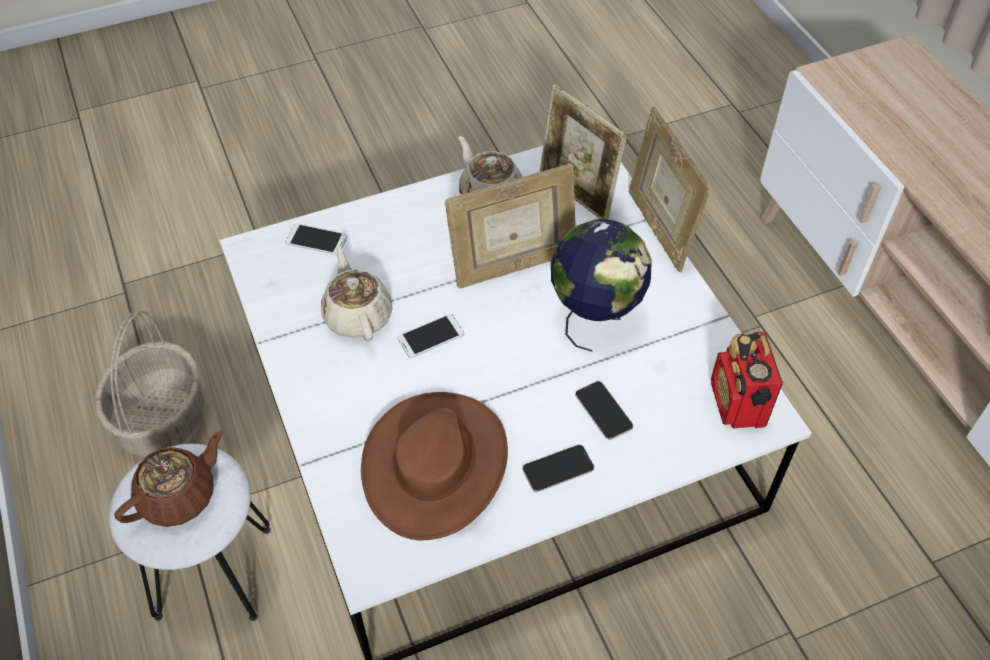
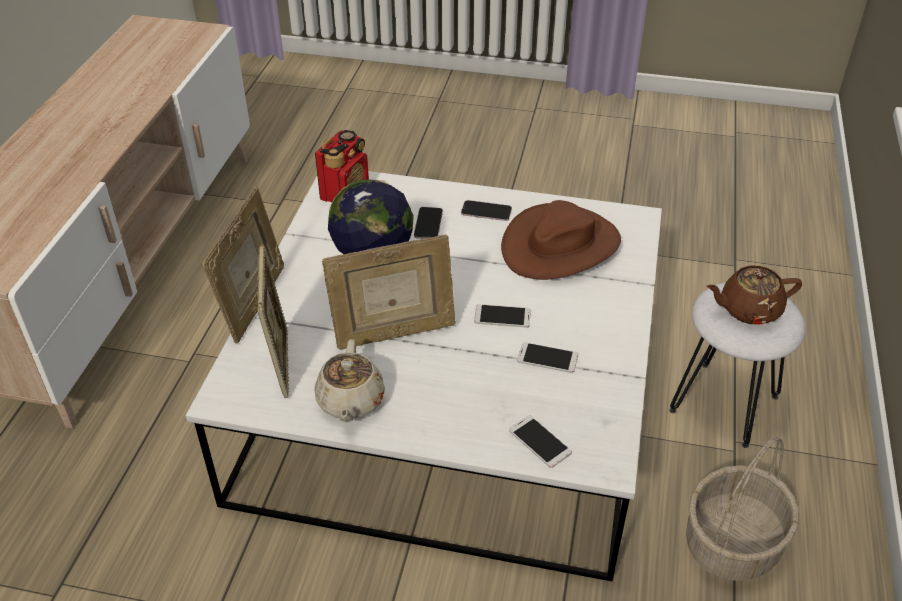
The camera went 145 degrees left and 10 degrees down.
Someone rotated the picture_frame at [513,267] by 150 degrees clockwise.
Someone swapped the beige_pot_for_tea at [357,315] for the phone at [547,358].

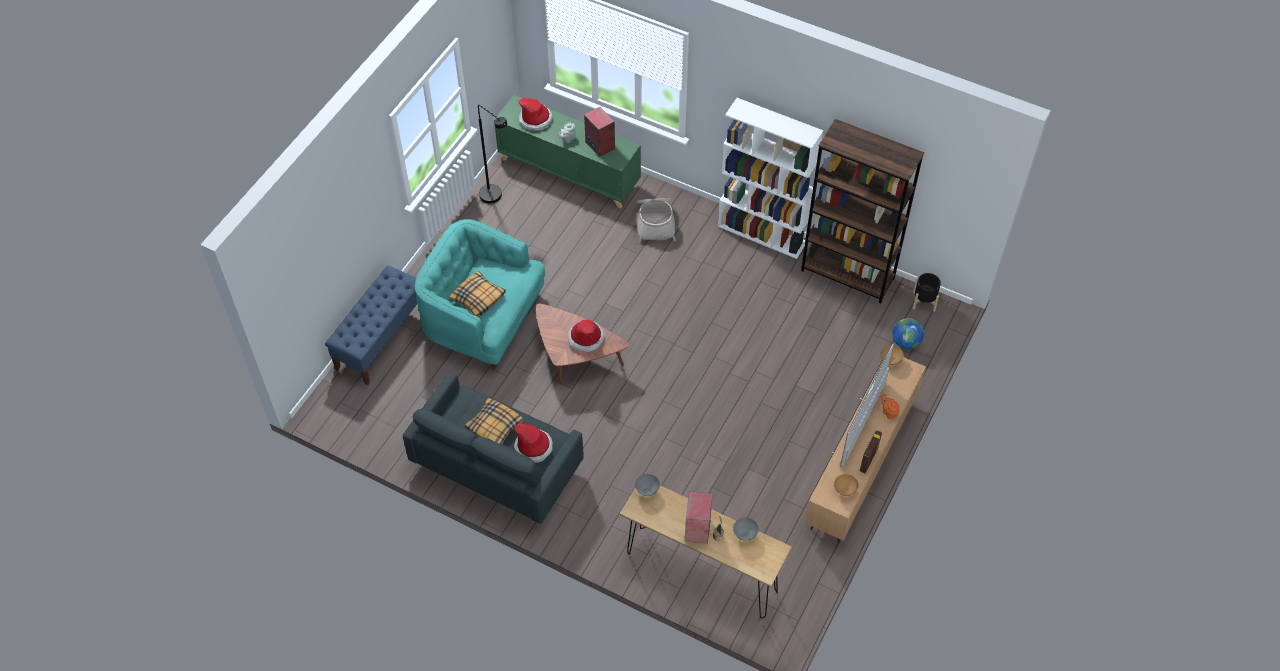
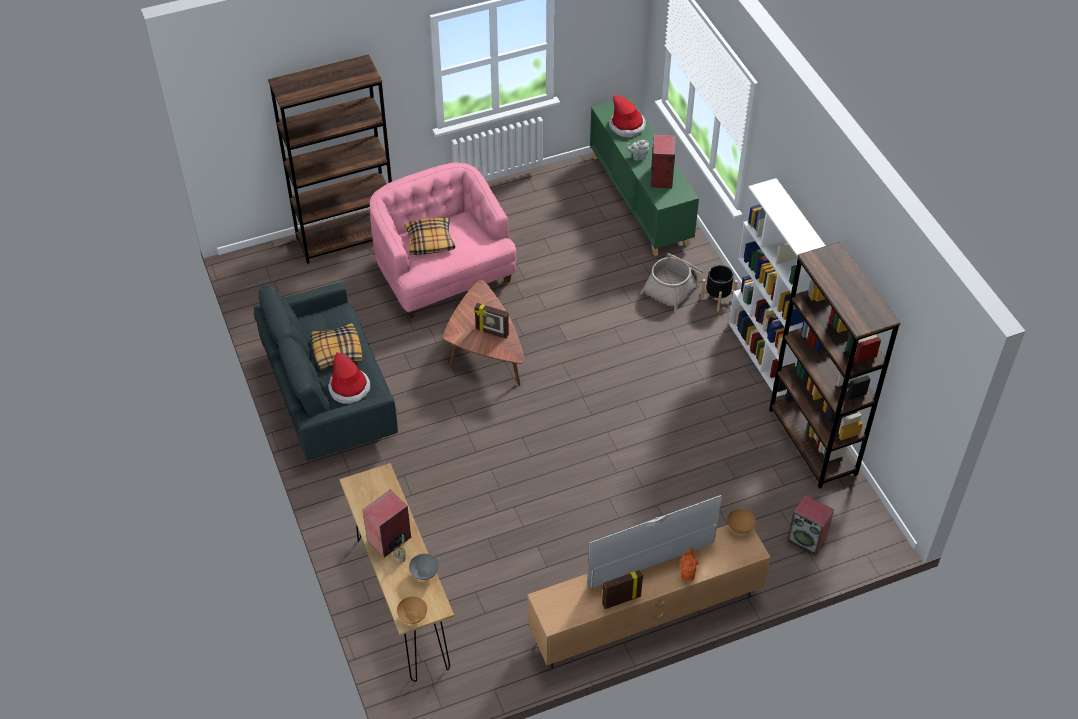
The camera went 40 degrees right and 5 degrees down.
Someone swapped the blue-coloured_bench at [381,338] for the brownish_bookshelf at [347,238].
Someone repainted the turquoise-coloured_easy_chair at [483,319], which became the pinkish_easy_chair at [443,273].
Someone carried the brownish_serving_bowl from [844,490] to [412,617].
Someone swapped the wearable_hat at [586,338] for the picture_frame at [492,332].
Someone carried the black-coloured_flower_pot from [924,301] to [717,298].
Someone swapped the desk_globe at [905,342] for the audio_speaker at [807,539].
Someone took away the black-coloured_standing_lamp at [495,198].
Someone took away the greyish_serving_bowl at [647,490].

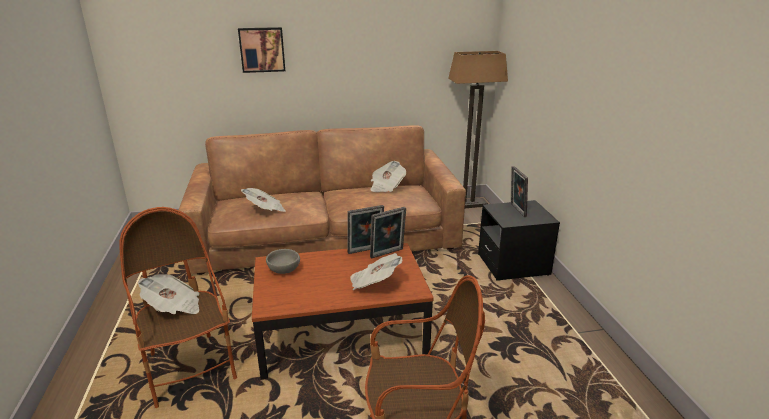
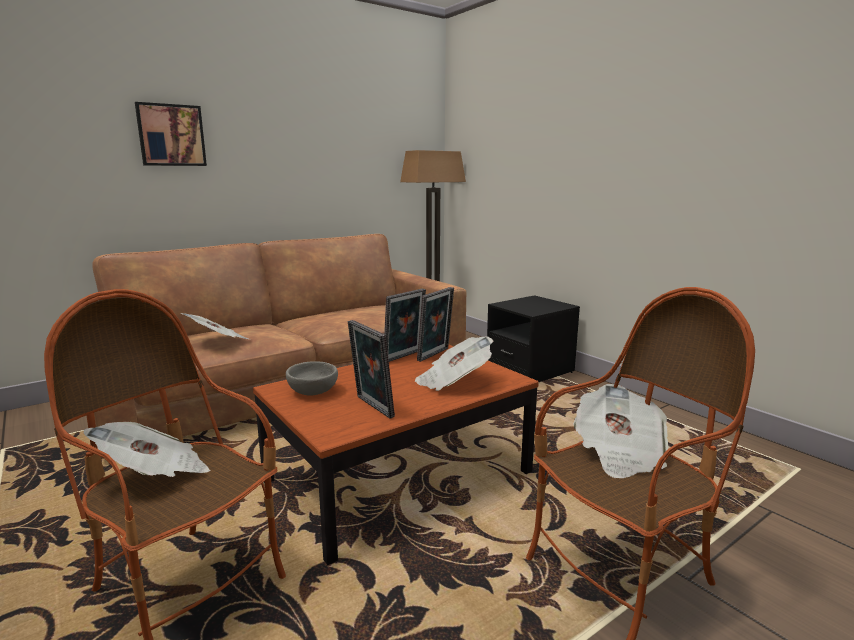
The camera went 25 degrees left and 10 degrees down.
Someone carried the picture_frame from [516,210] to [371,407].
Someone carried the printed_paper from [386,186] to [618,453].

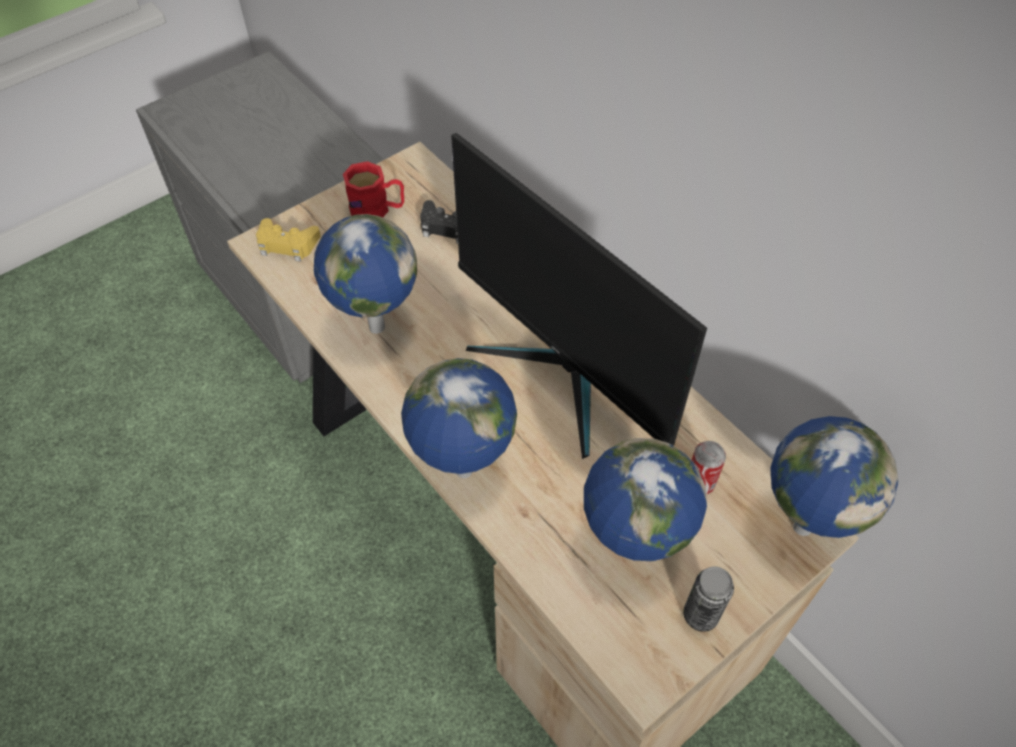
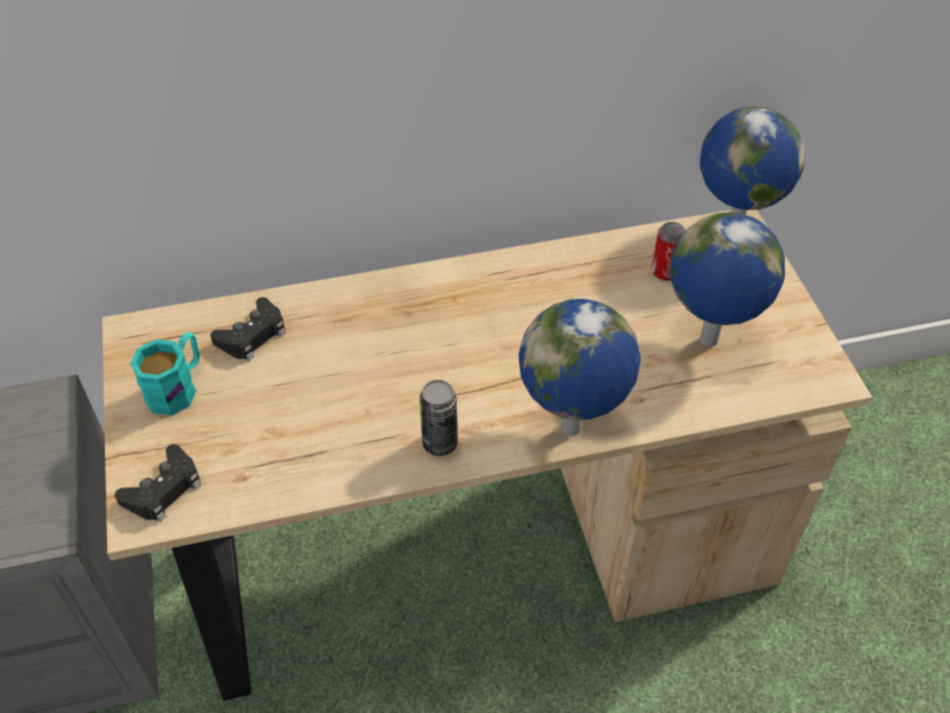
The camera went 65 degrees left and 5 degrees down.
Someone repainted the yellow-coloured_game_controller at [287,244], which became the black-coloured_game_controller at [164,490].
Someone repainted the red_mug at [377,210], which became the turquoise-coloured_mug at [178,387].
Someone carried the metal_can from [700,615] to [439,443].
Someone took away the desk_globe at [375,327].
Someone took away the computer_screen at [563,372].

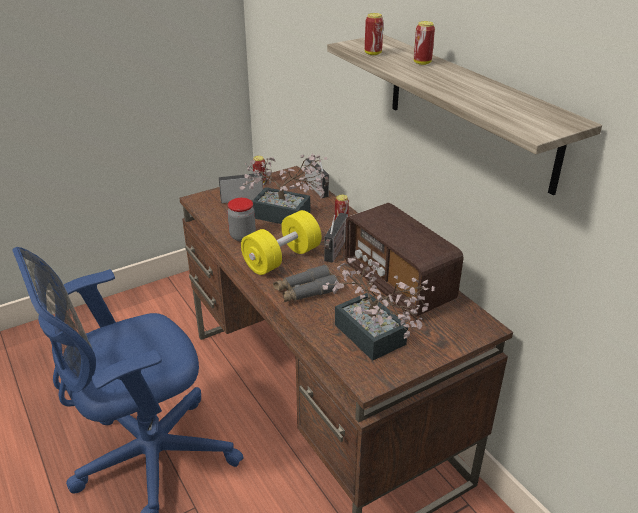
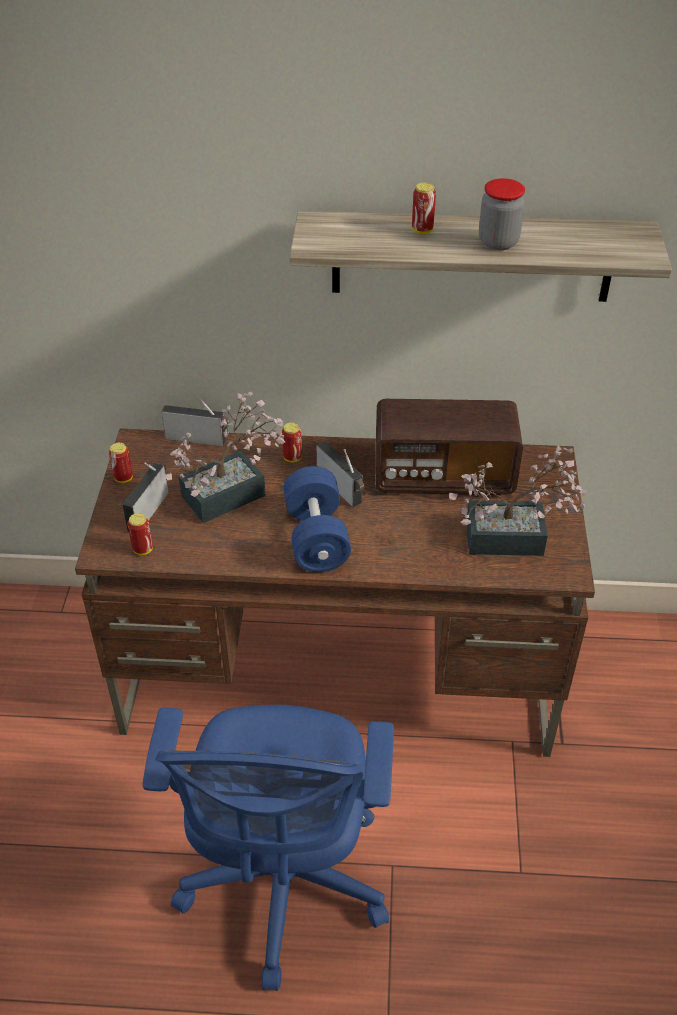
The camera went 55 degrees left and 10 degrees up.
Someone carried the metal_can from [373,53] to [143,549].
Someone repainted the yellow-coloured_dumbbell at [282,258], which became the blue-coloured_dumbbell at [316,537].
Someone carried the storage_jar from [242,236] to [498,242].
Someone took away the greyish_binoculars at [305,291].

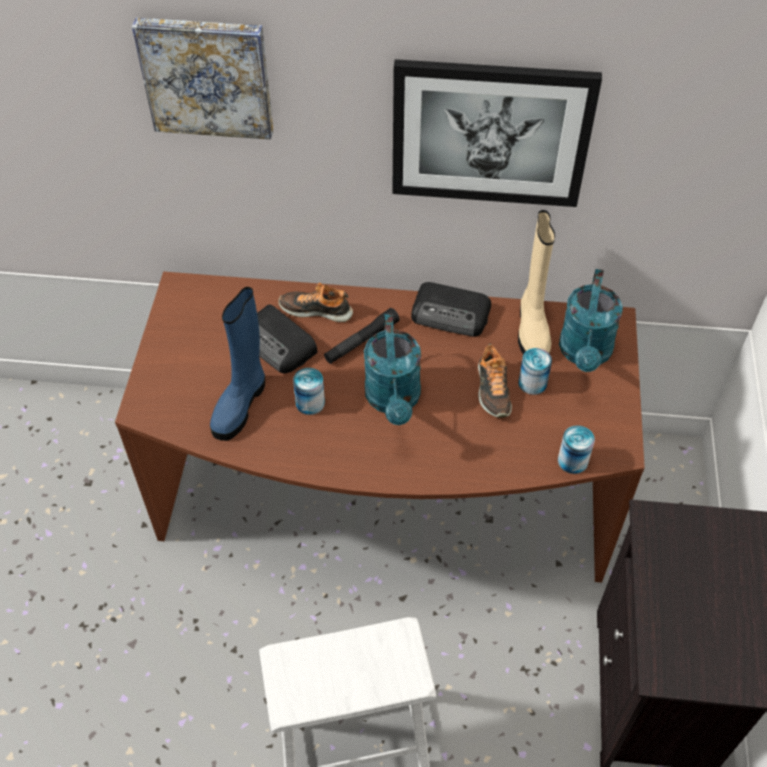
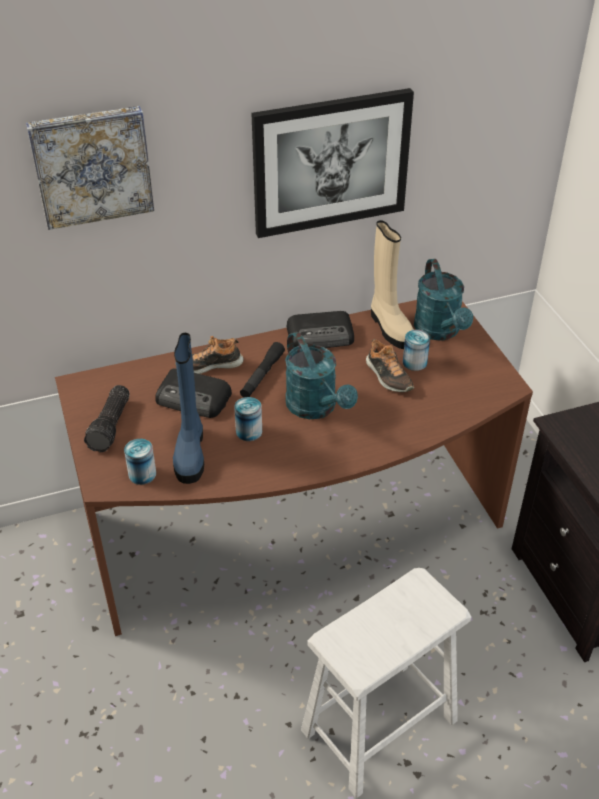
The camera went 25 degrees left and 10 degrees down.
Someone put down the flashlight at [112,426].
Someone carried the metal_can from [572,461] to [142,474].

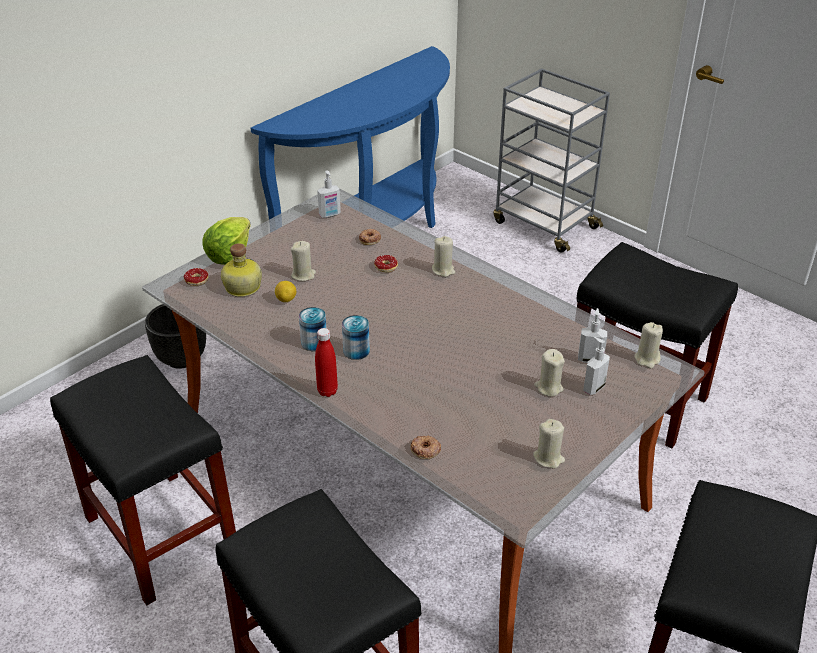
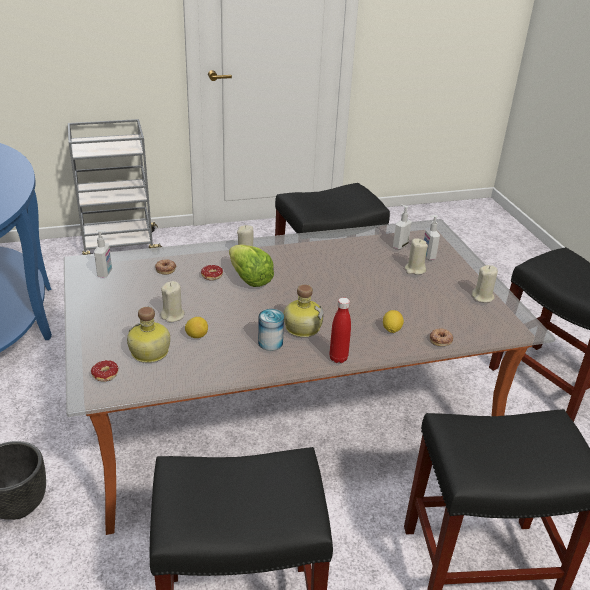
The camera went 60 degrees left and 5 degrees down.
Someone carried the head_of_lettuce from [230,254] to [249,279].
Someone swapped the metal_can at [356,351] for the beverage_bottle at [302,327].
Someone put down the lemon at [391,329].
Someone took away the beige_wax_candle at [647,359].

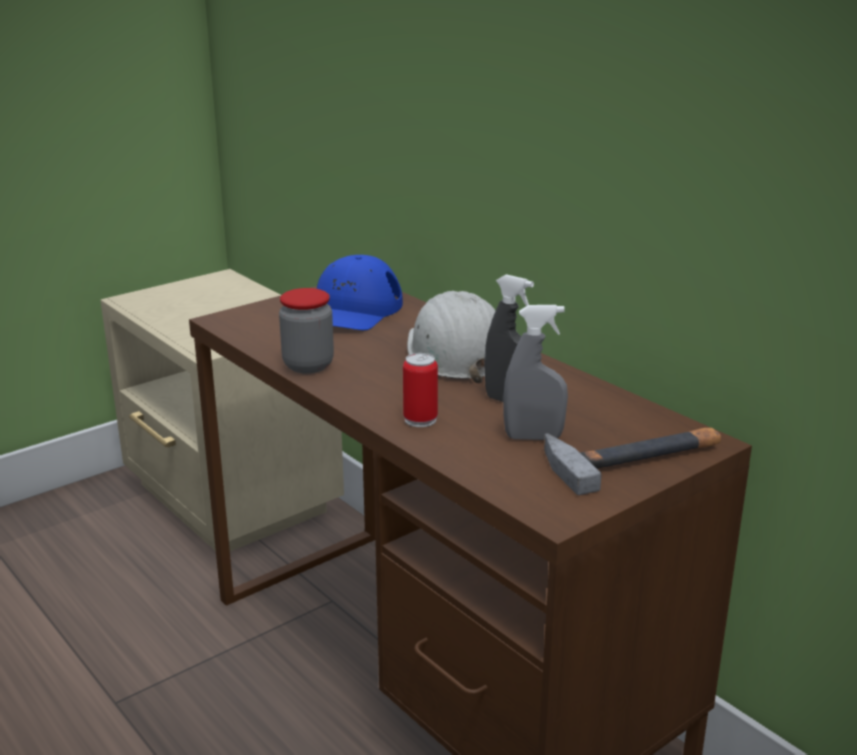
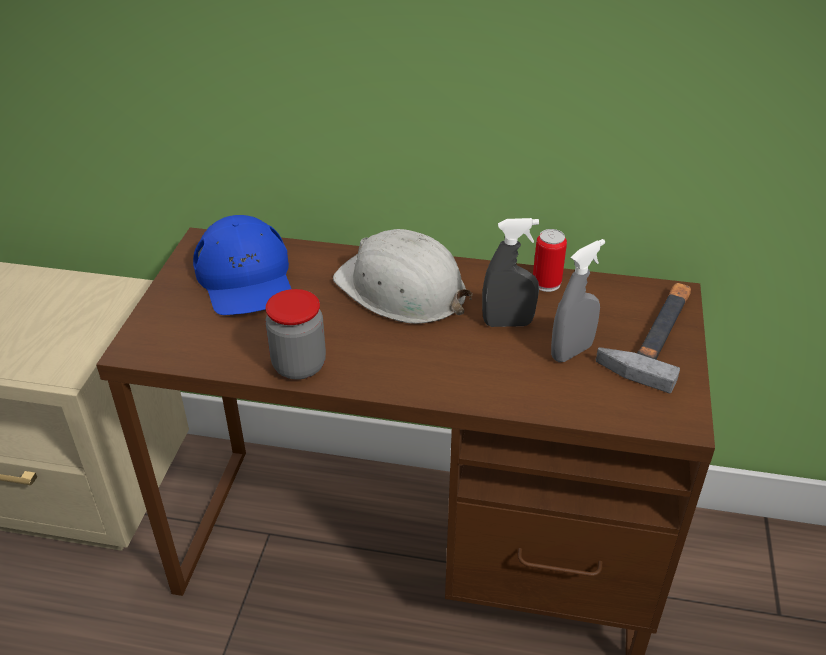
The camera went 40 degrees left and 15 degrees up.
Someone carried the metal_can from [420,419] to [546,283].

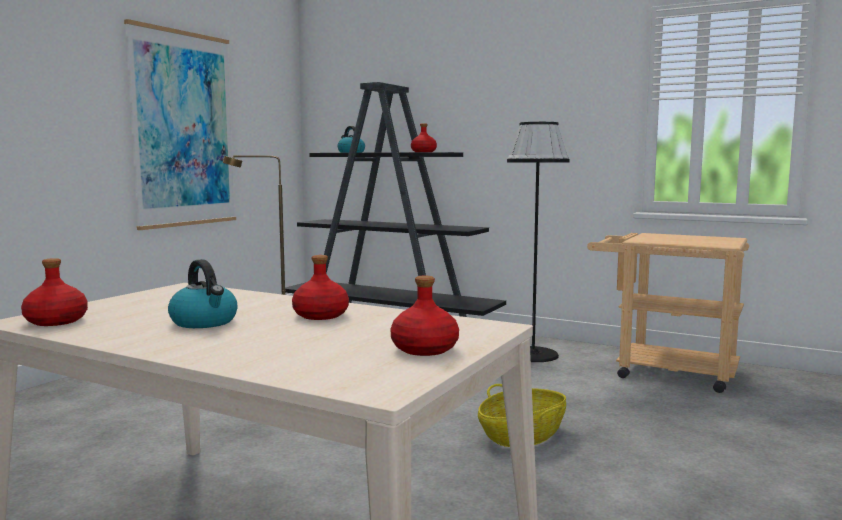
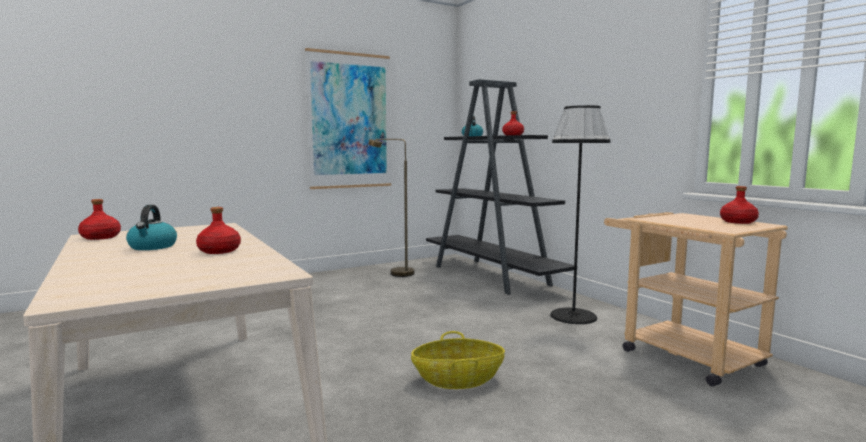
The camera went 30 degrees right and 0 degrees up.
Someone carried the red_beverage_bottle from [425,349] to [738,222].

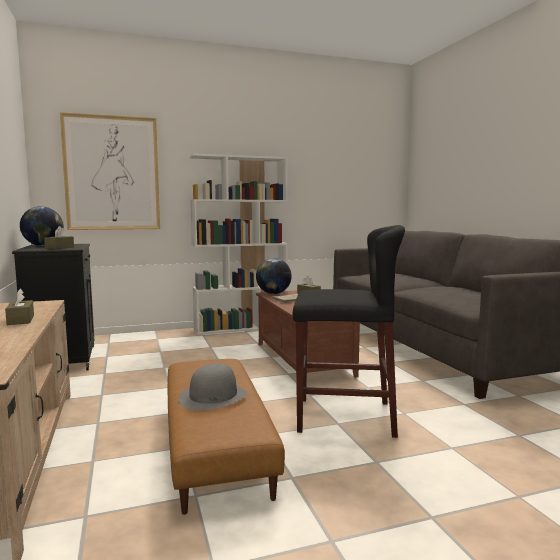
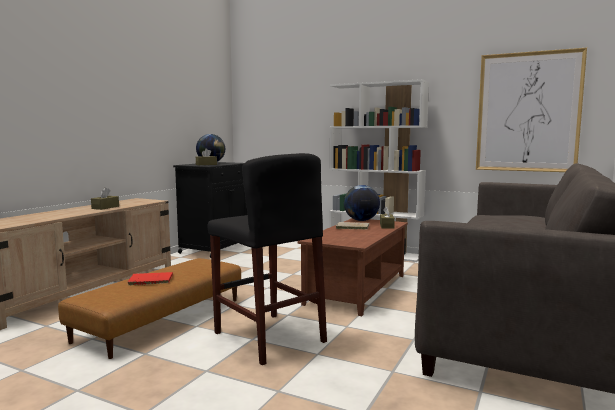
The camera went 45 degrees right and 0 degrees up.
Someone swapped the greyish_wearable_hat at [213,397] for the red_book at [149,280].
Someone carried the wall_art from [112,173] to [528,112].

